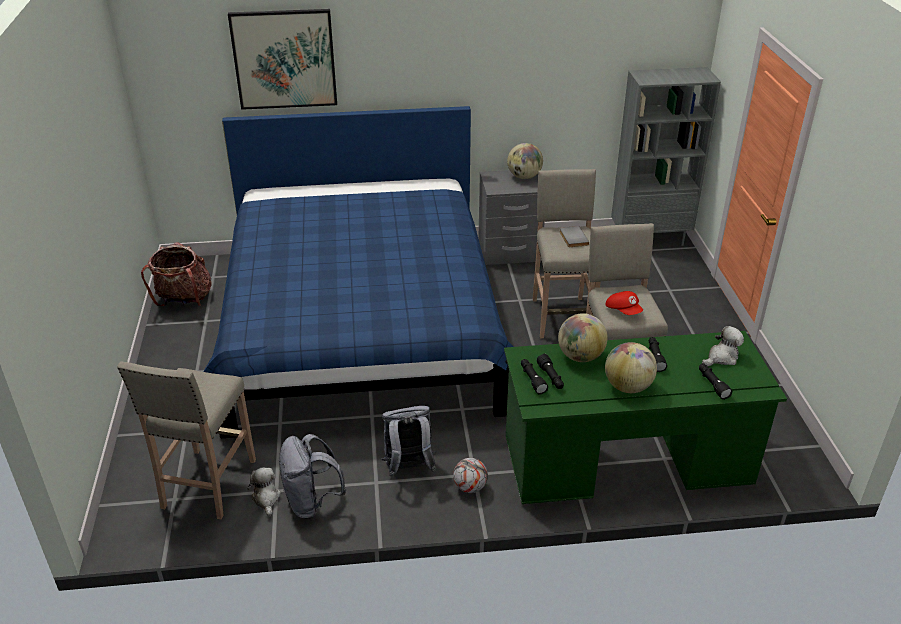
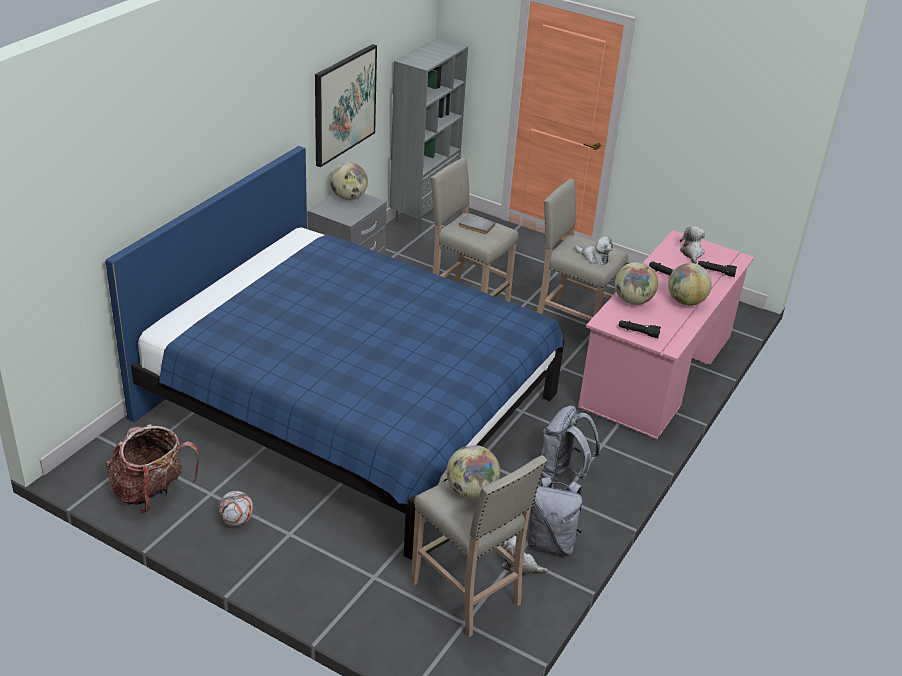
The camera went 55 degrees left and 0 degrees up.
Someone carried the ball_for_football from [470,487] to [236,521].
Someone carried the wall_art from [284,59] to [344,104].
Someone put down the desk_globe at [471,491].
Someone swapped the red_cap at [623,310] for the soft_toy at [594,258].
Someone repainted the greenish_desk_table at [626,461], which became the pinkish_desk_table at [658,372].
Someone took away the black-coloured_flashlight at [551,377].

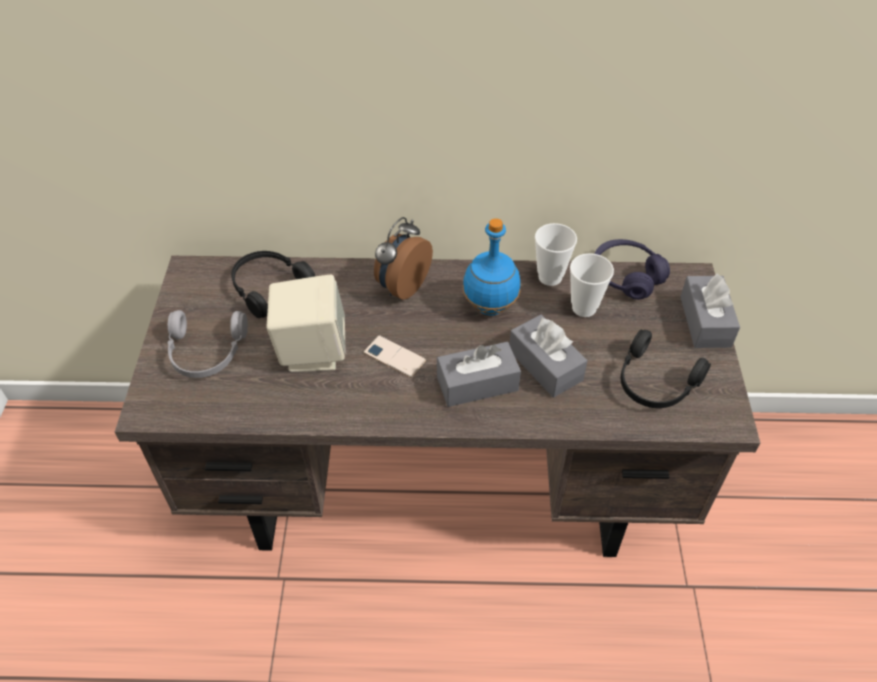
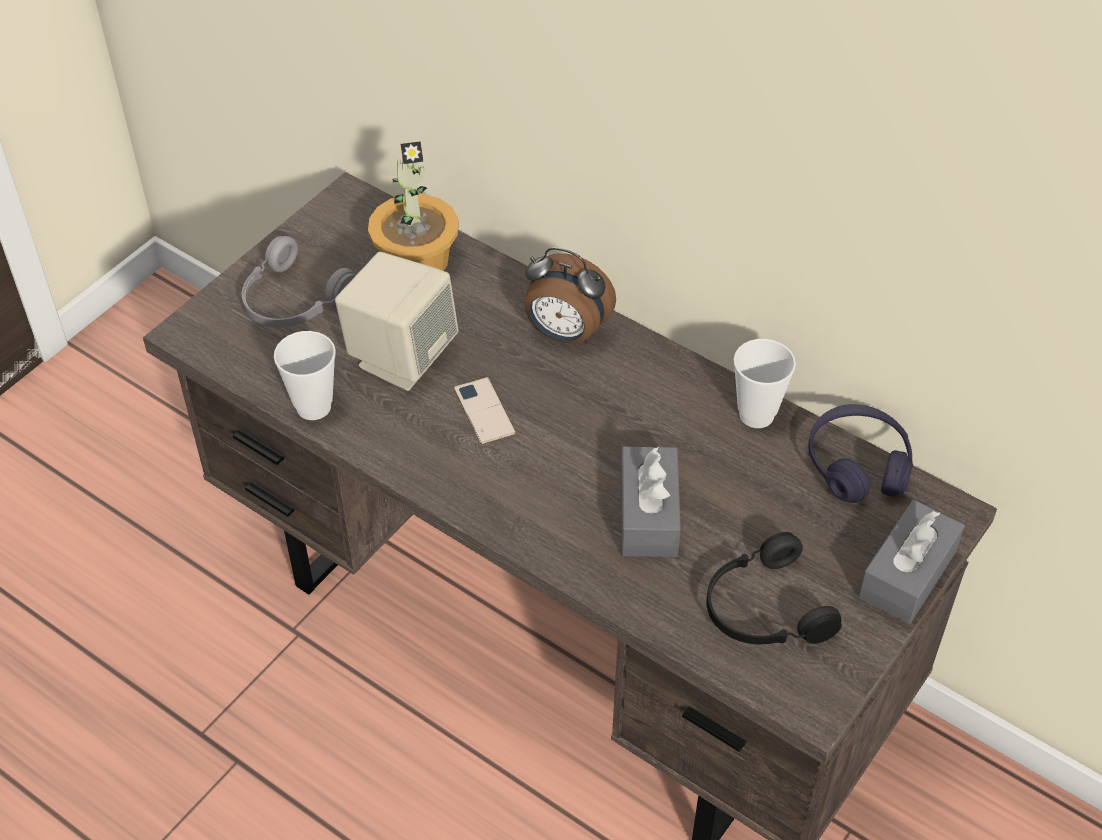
The camera went 35 degrees right and 0 degrees up.
Someone carried the cup from [584,308] to [313,407].
Someone swapped the black-coloured_pair_of_headphones at [268,287] for the potted_plant at [416,259].
Someone rotated the table_clock at [401,286] by 135 degrees counterclockwise.
Someone took away the greyish_tissue_holder at [477,384].
Someone took away the blue-coloured_beverage_bottle at [489,306].

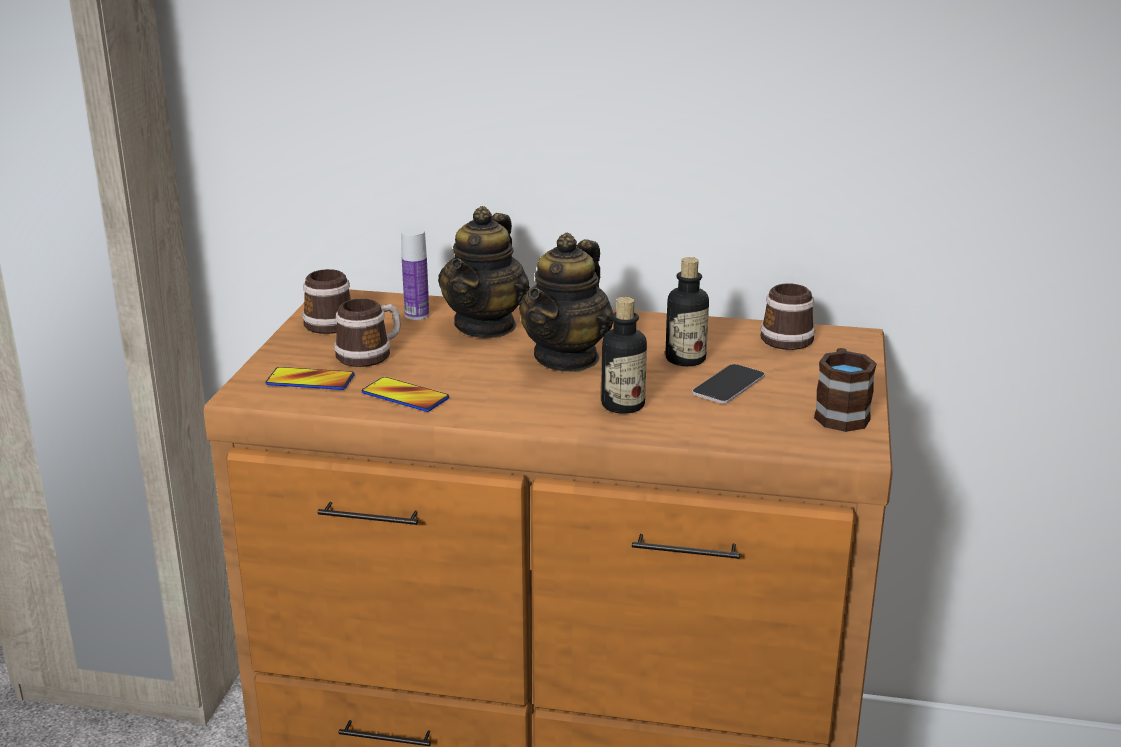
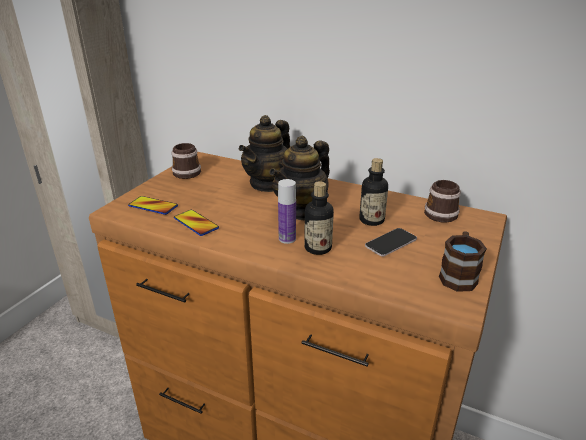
The camera went 15 degrees right and 5 degrees up.
Someone carried the beverage_bottle from [417,315] to [287,239].
Someone took away the mug at [370,354].

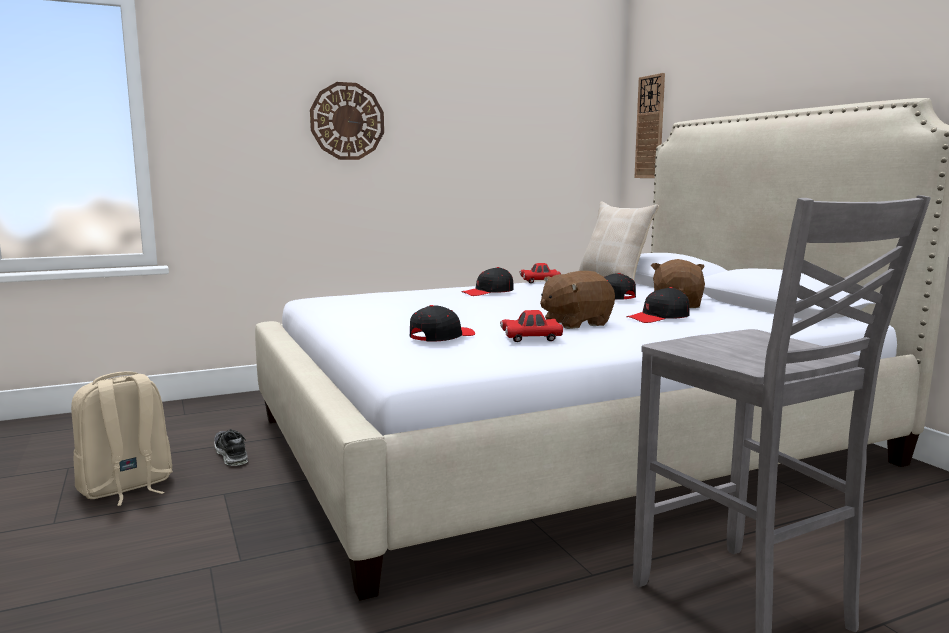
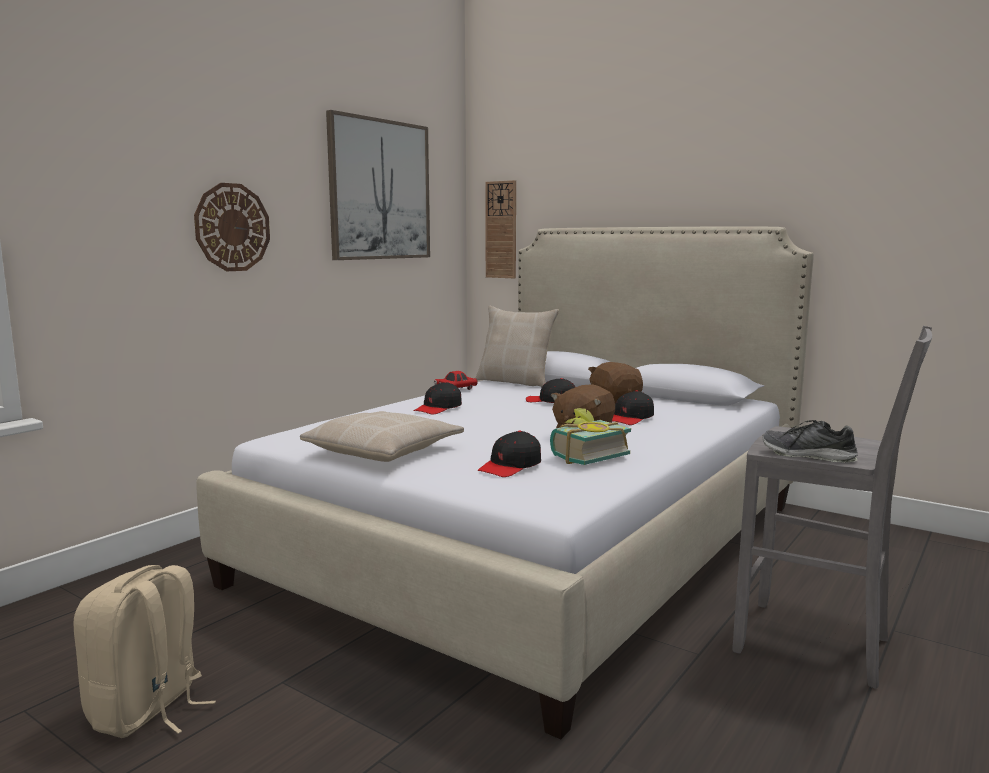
The camera went 30 degrees left and 0 degrees up.
Someone put down the beige_cushion at [384,451].
Someone put up the wall_art at [380,190].
Someone rotated the black-coloured_cap at [441,337] by 150 degrees counterclockwise.
Someone swapped the red_model_car at [531,339] for the book at [584,456].
Someone carried the low_shoe from [231,455] to [808,455].

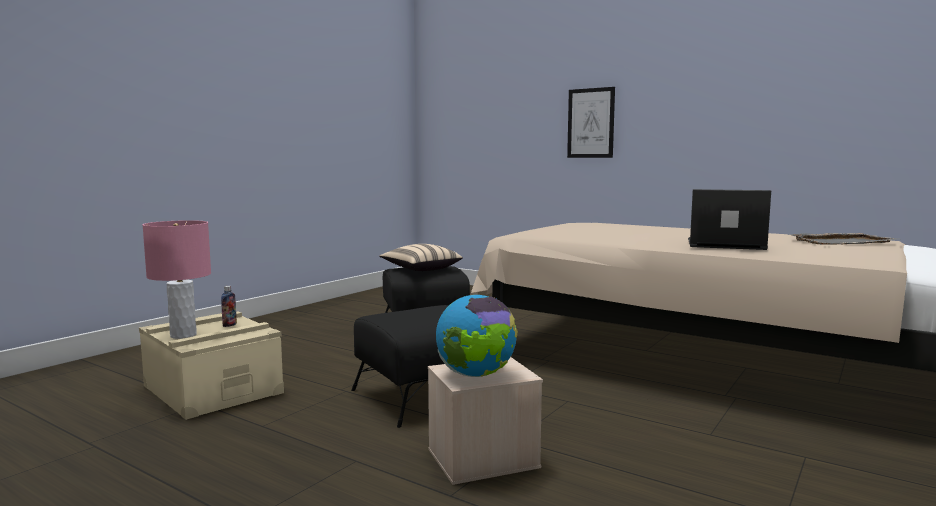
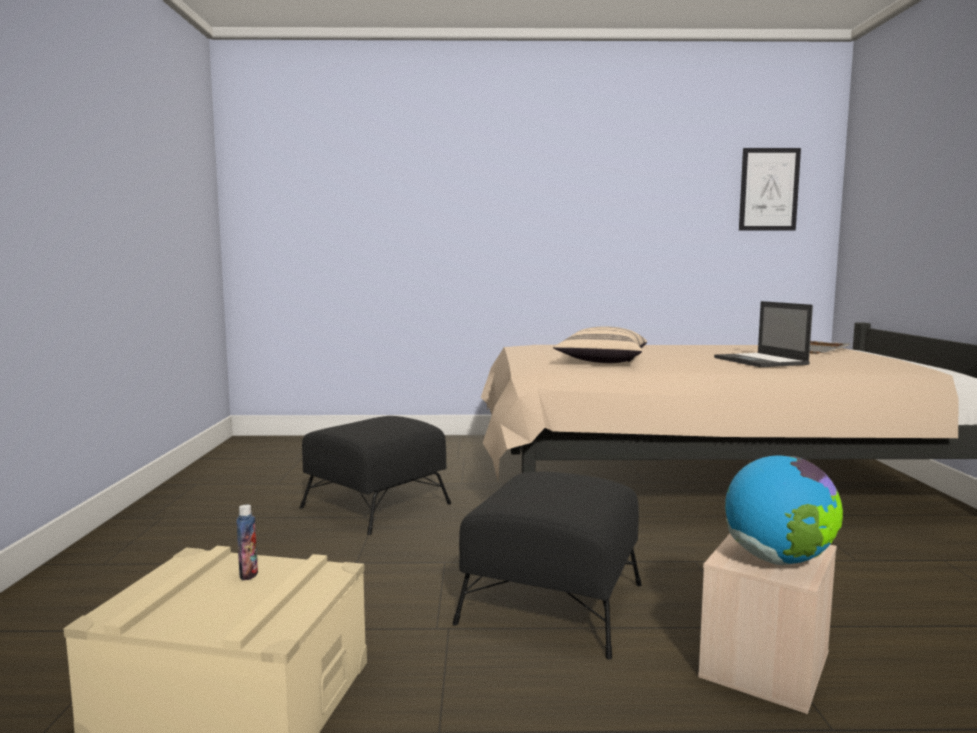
The camera went 35 degrees left and 0 degrees up.
Someone carried the beige_cushion from [421,269] to [601,362].
Someone rotated the laptop at [724,244] by 90 degrees counterclockwise.
Someone carried the wall_art from [590,123] to [769,189].
Someone took away the pinkish_table_lamp at [183,335].

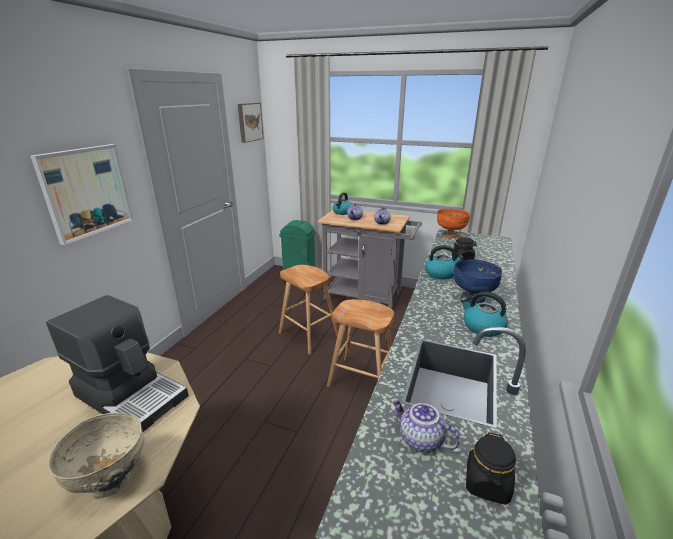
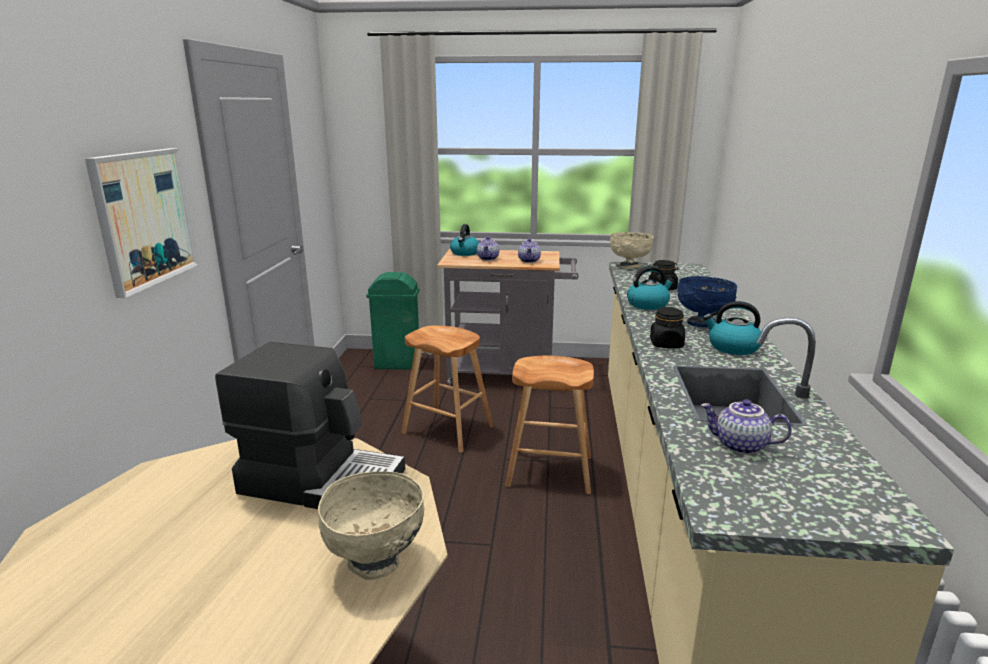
The camera went 15 degrees left and 5 degrees down.
Someone repainted the orange_serving_bowl at [450,235], which became the beige_serving_bowl at [629,266].
Someone carried the black-coloured_storage_jar from [487,483] to [666,344].
Someone took away the wall_art at [249,122].

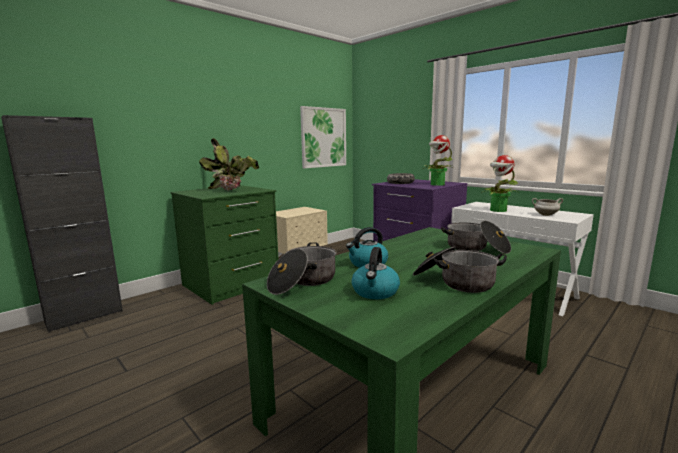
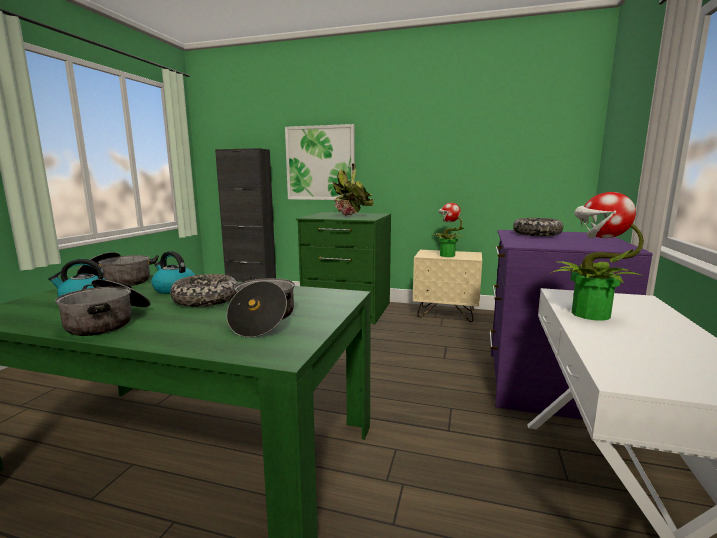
The camera went 60 degrees right and 0 degrees up.
Someone put down the serving_bowl at [206,300].
Someone carried the wall_art from [323,137] to [320,163].
Someone carried the potted_plant from [437,184] to [446,255].
Someone took away the white-coloured_cooking_pot at [545,215].

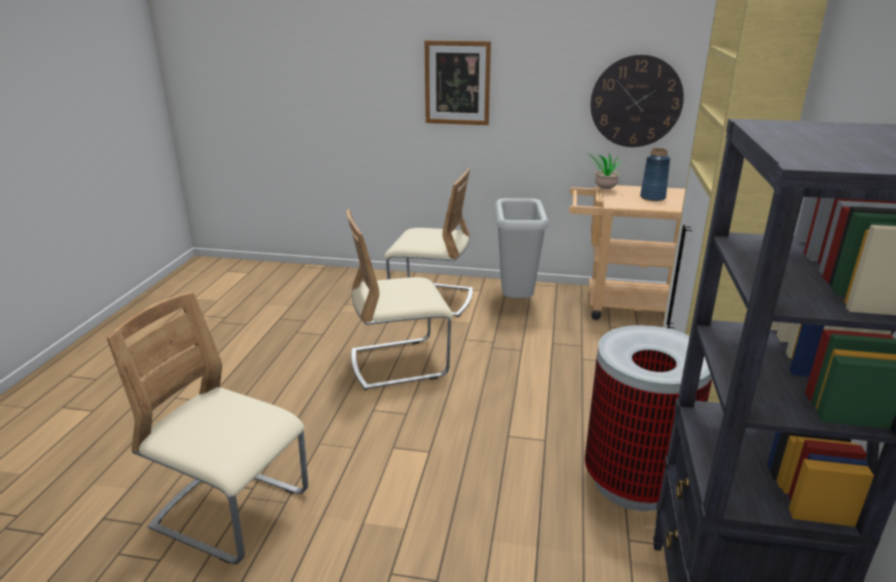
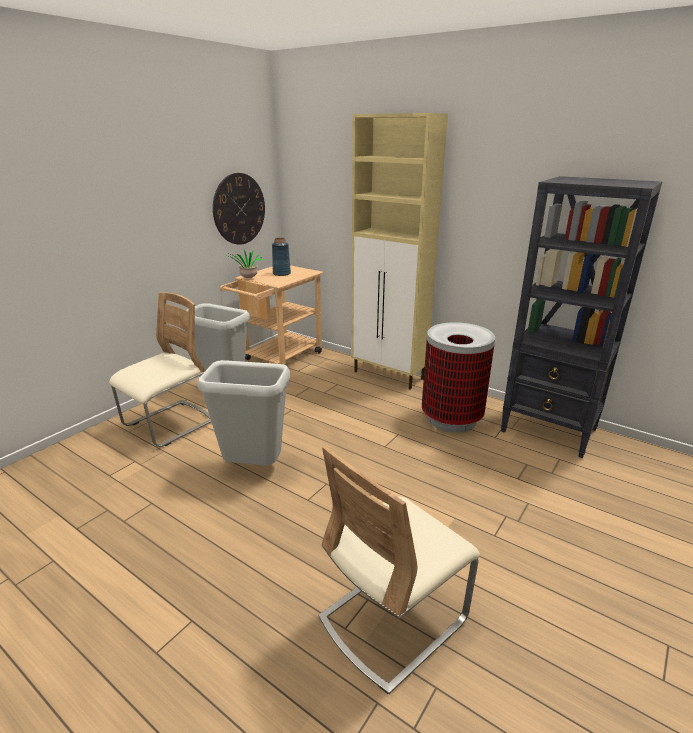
The camera went 65 degrees left and 0 degrees up.
Someone swapped the beige_plain_chair at [399,363] for the greyish_waste_bin at [252,469].
Someone took away the wall_art at [457,83].

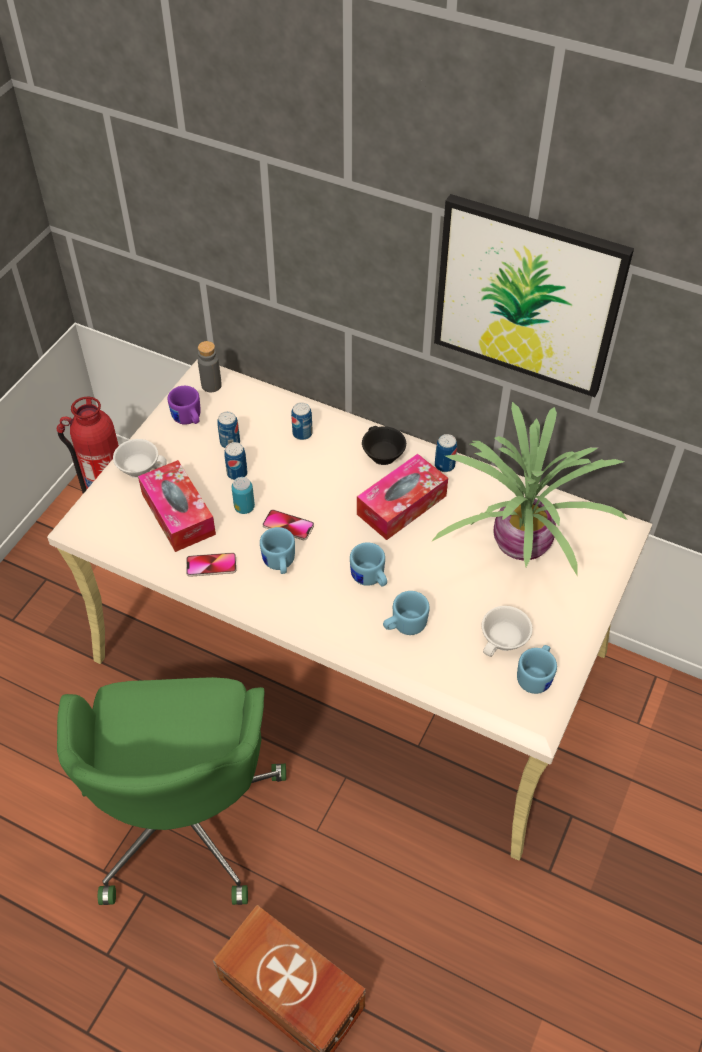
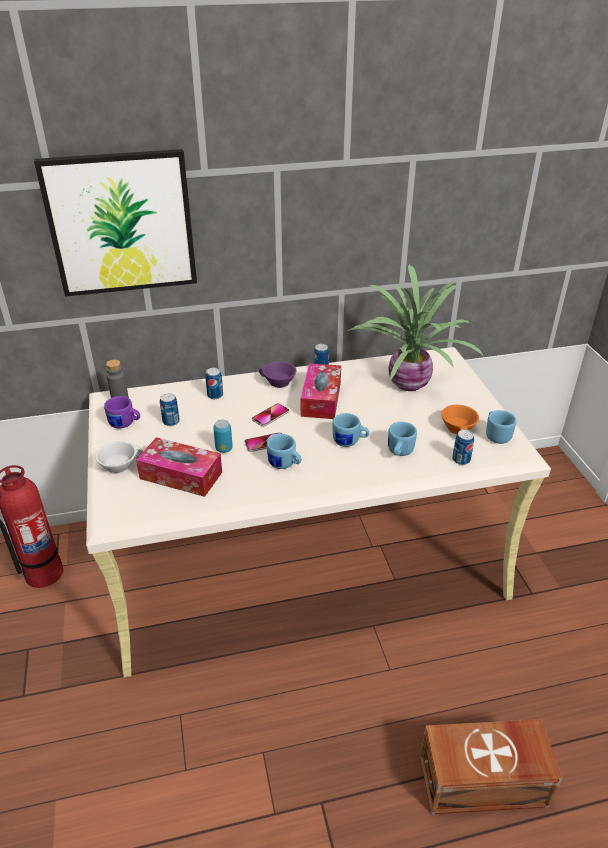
The camera went 40 degrees left and 15 degrees down.
Someone carried the wall_art from [527,296] to [121,223].
Someone carried the phone from [211,565] to [270,415].
Someone repainted the black-coloured_cup at [381,454], which became the purple_cup at [278,382].
Someone repainted the white-coloured_cup at [505,640], which became the orange_cup at [459,428].
Someone carried the metal_can from [237,473] to [461,460].
Someone took away the greenish_desk_chair at [183,814].

